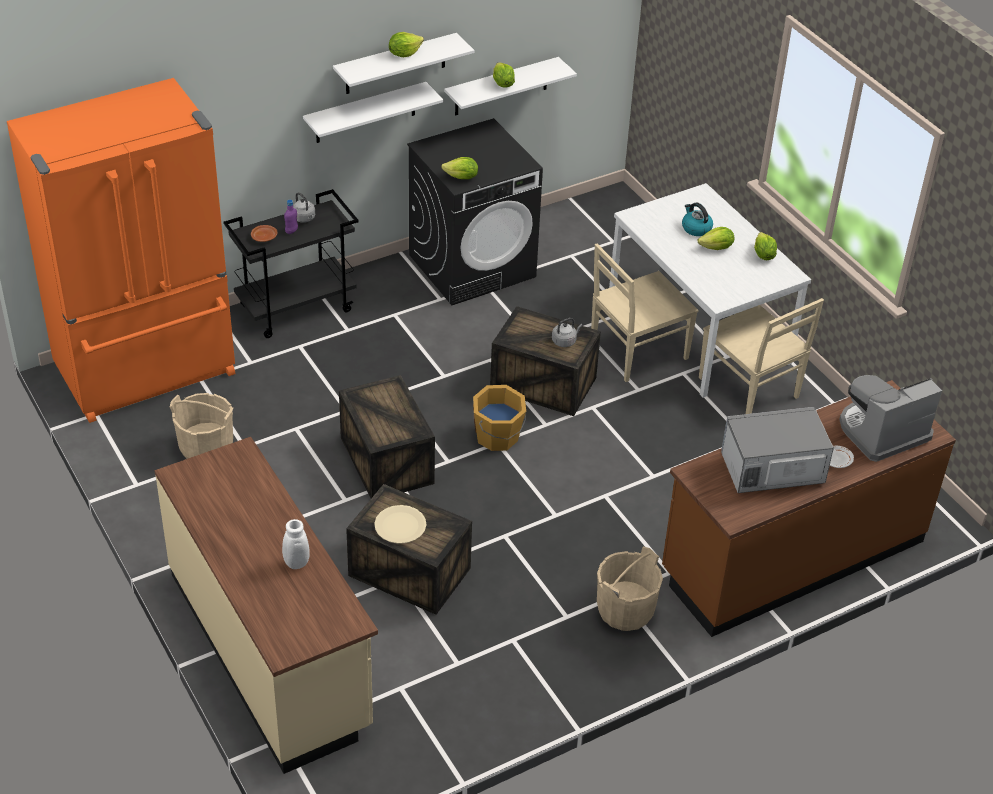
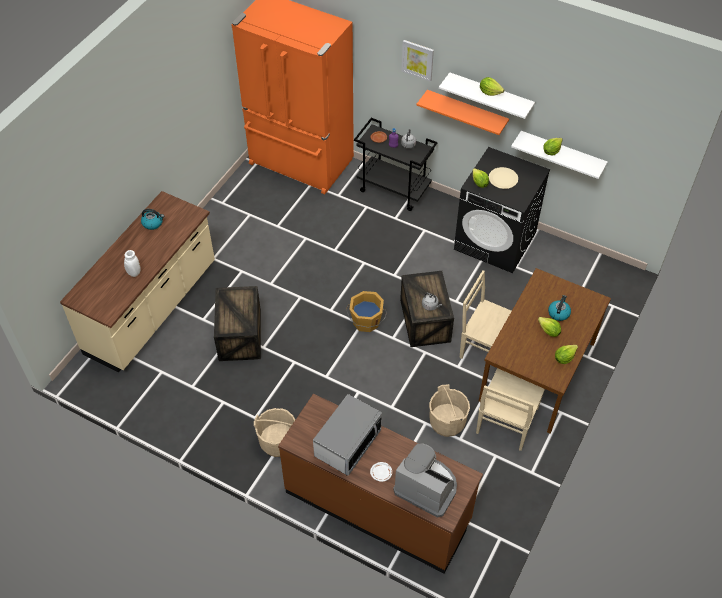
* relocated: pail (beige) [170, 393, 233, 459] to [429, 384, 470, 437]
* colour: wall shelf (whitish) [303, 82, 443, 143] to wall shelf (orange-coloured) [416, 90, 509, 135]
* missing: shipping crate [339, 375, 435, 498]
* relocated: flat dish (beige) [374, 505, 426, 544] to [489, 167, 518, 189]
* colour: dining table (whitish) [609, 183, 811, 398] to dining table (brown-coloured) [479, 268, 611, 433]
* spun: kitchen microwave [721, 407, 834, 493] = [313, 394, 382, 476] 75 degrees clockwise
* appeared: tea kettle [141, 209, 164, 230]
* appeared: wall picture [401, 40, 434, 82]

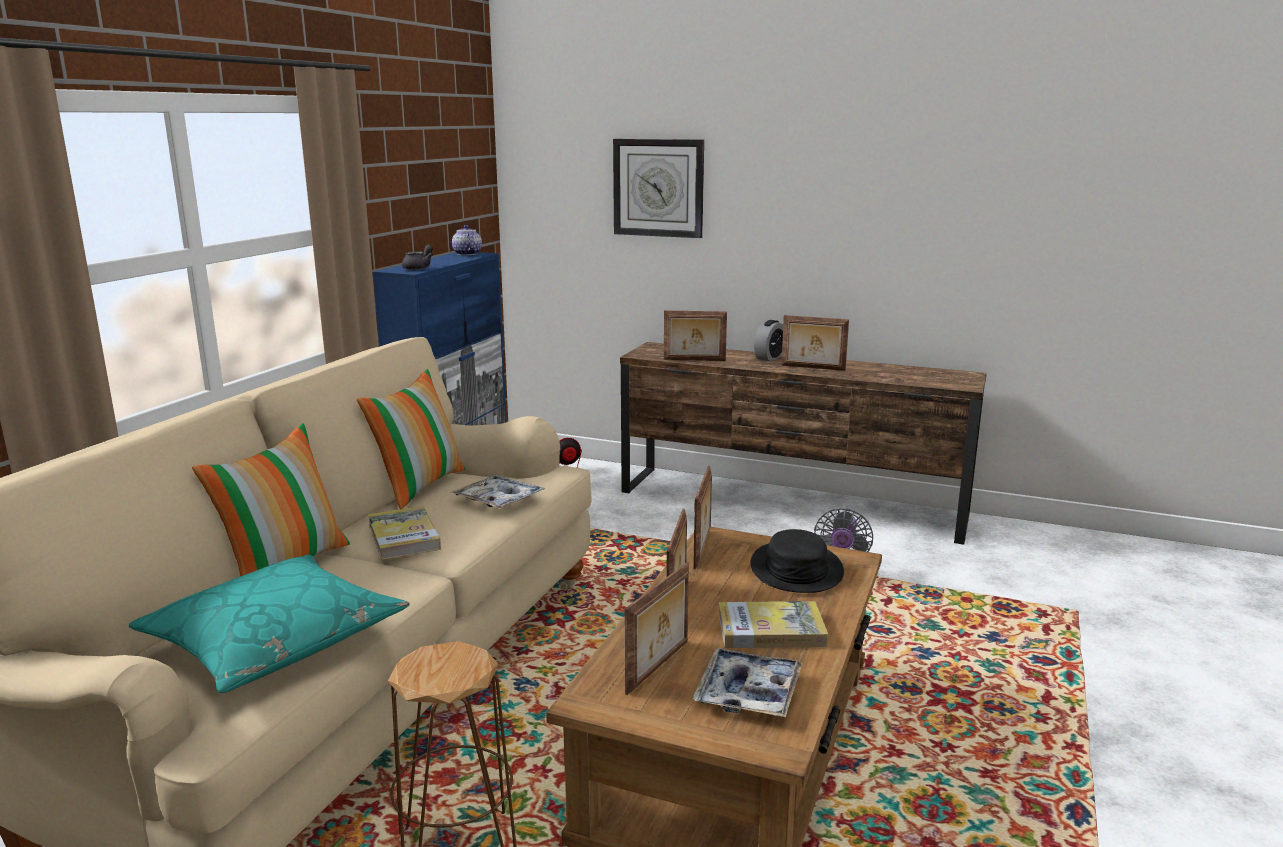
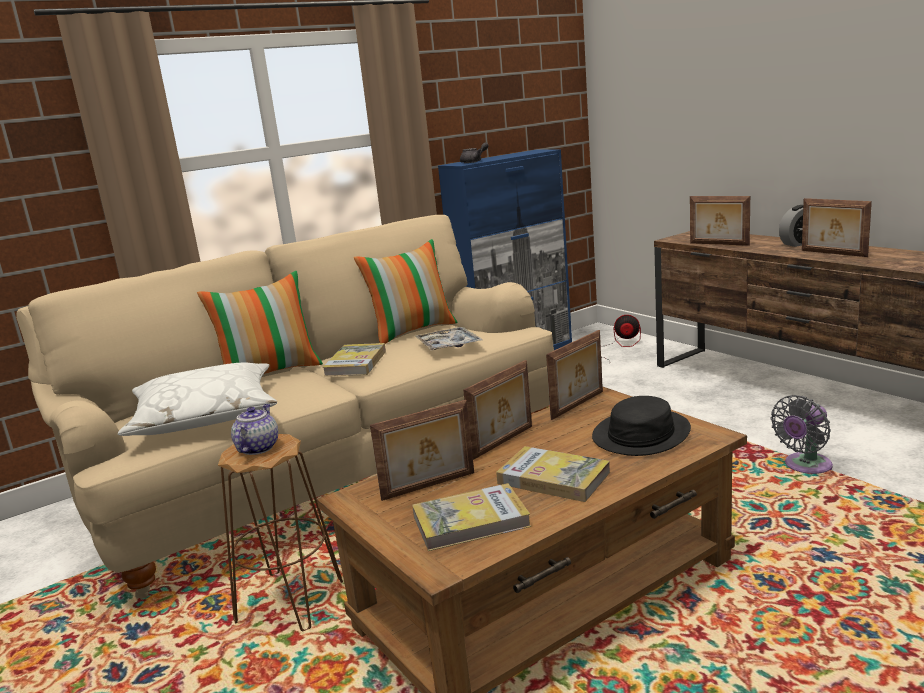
* colour: throw pillow (blue-green) [129, 555, 410, 693] to throw pillow (whitish) [118, 363, 278, 436]
* relocated: teapot [452, 225, 482, 255] to [231, 404, 278, 455]
* missing: clock on the wall [613, 139, 704, 238]
* exchanged: carrying tray [693, 648, 803, 717] to bound book [412, 483, 531, 551]

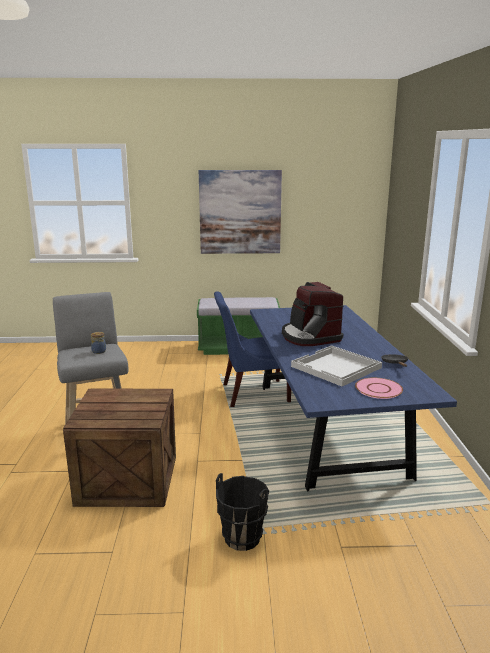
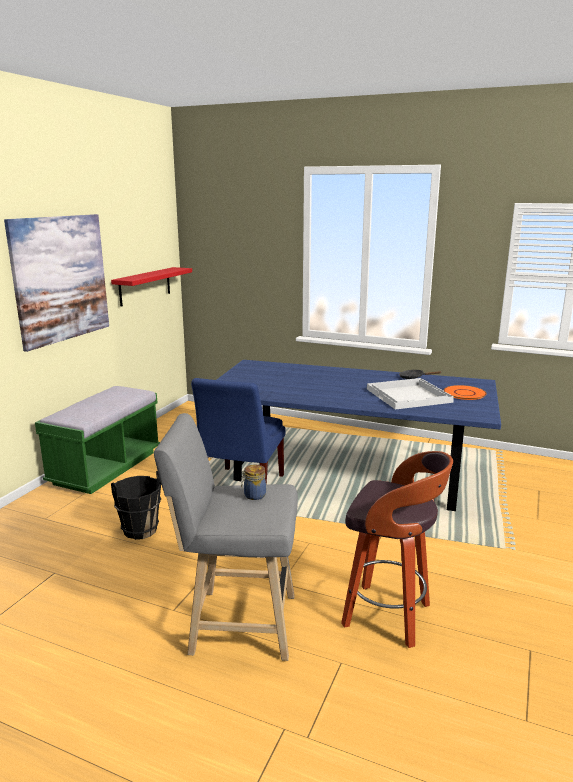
* exchanged: shipping crate [63, 388, 176, 507] to stool seat [341, 451, 453, 648]
* relocated: pail (blackish) [216, 473, 269, 551] to [111, 471, 161, 540]
* missing: coffee machine [282, 282, 344, 346]
* colour: flat dish (pinkish) [355, 378, 403, 399] to flat dish (orange-coloured) [444, 385, 486, 400]
* appeared: wall shelf (reddish) [111, 267, 192, 307]

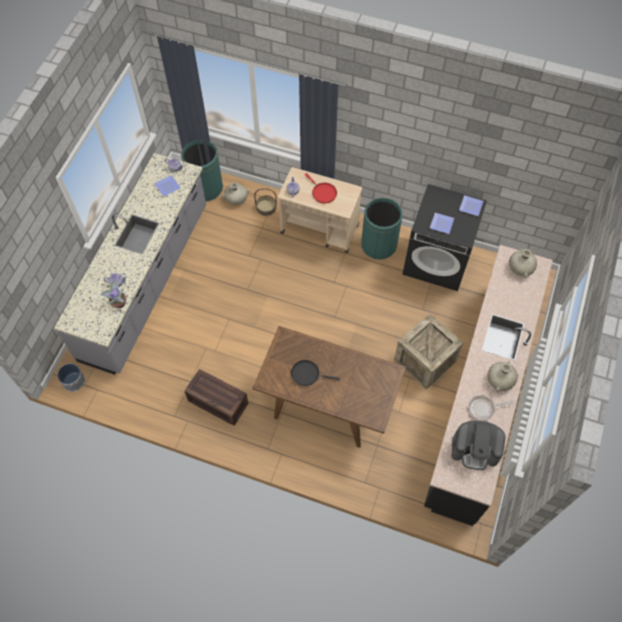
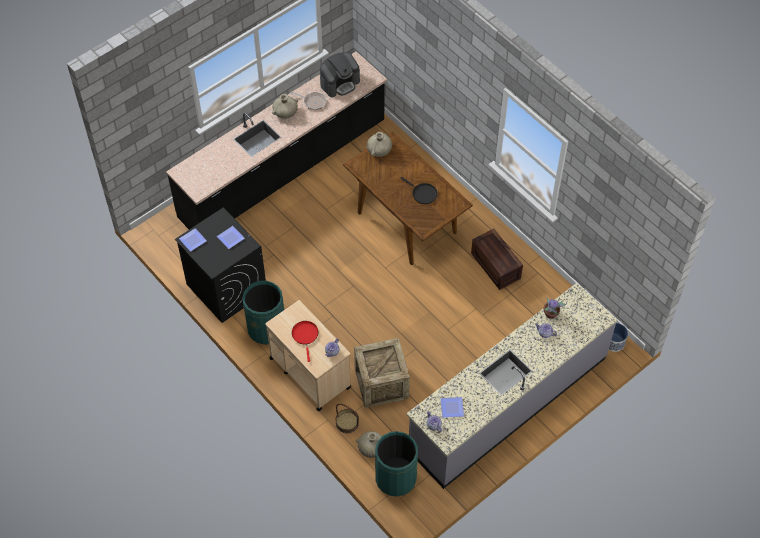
* relocated: shipping crate [394, 313, 463, 390] to [354, 338, 410, 408]
* spun: coffee machine [451, 420, 506, 470] = [320, 52, 360, 97] 105 degrees clockwise
* relocated: flower vase (beige) [509, 249, 537, 278] to [367, 132, 392, 157]

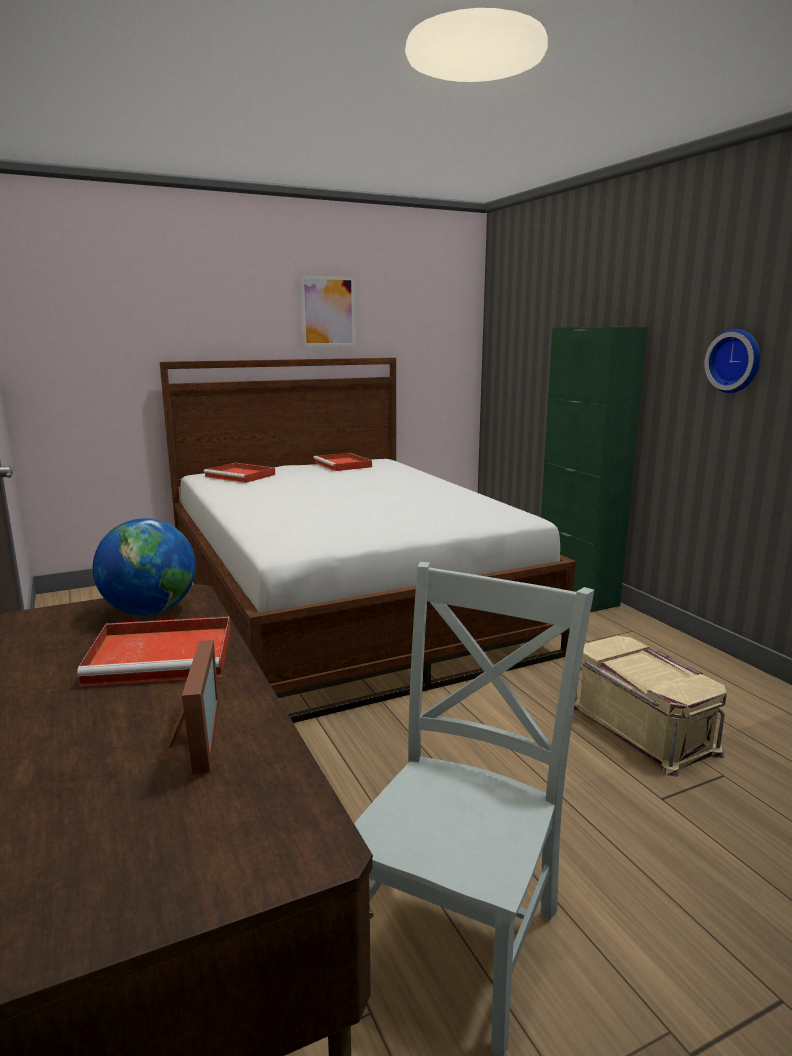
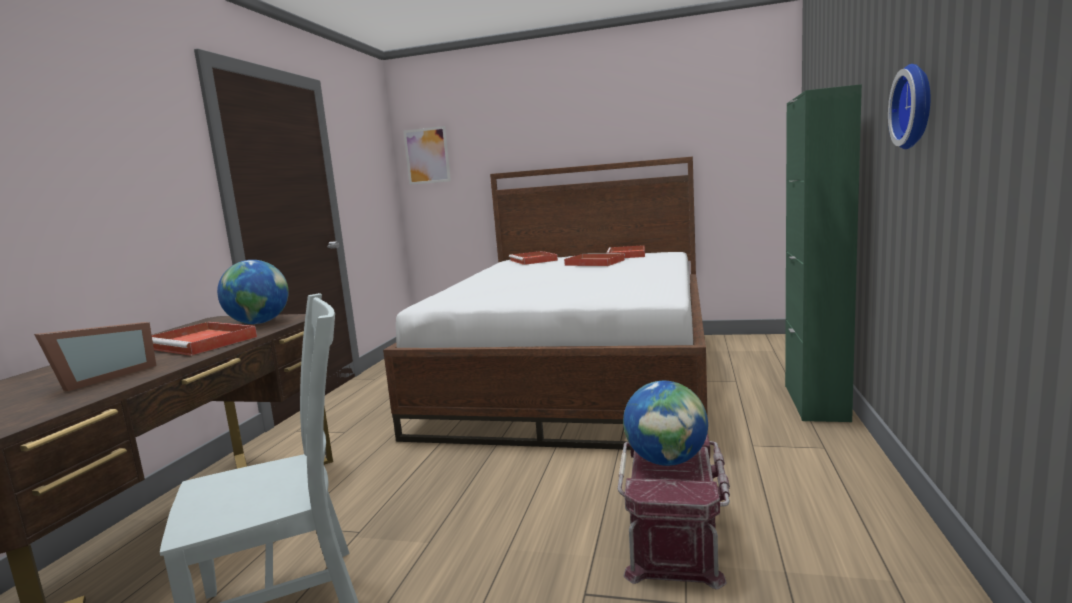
* relocated: wall picture [300, 275, 355, 346] to [403, 126, 451, 185]
* colour: storage box (beige) [574, 636, 727, 777] to storage box (reddish) [618, 433, 730, 589]
* appeared: carrying tray (reddish) [564, 253, 625, 266]
* appeared: desk globe [623, 381, 708, 466]

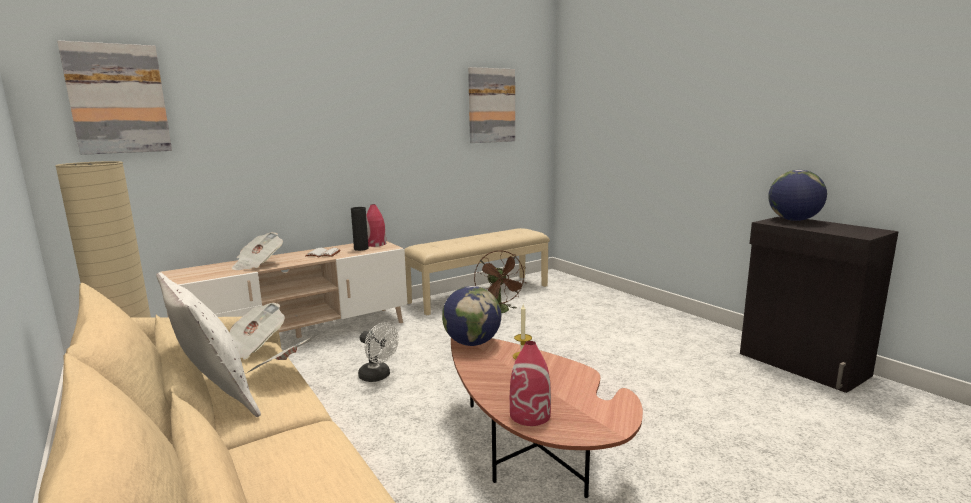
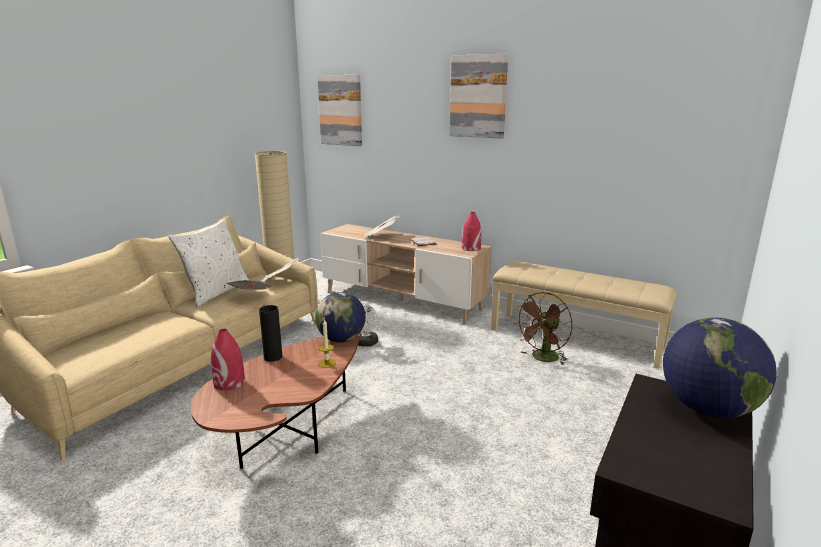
* relocated: flower vase (blackish) [351, 207, 369, 251] to [259, 305, 282, 362]
* relocated: wall picture [468, 67, 515, 143] to [449, 54, 508, 138]

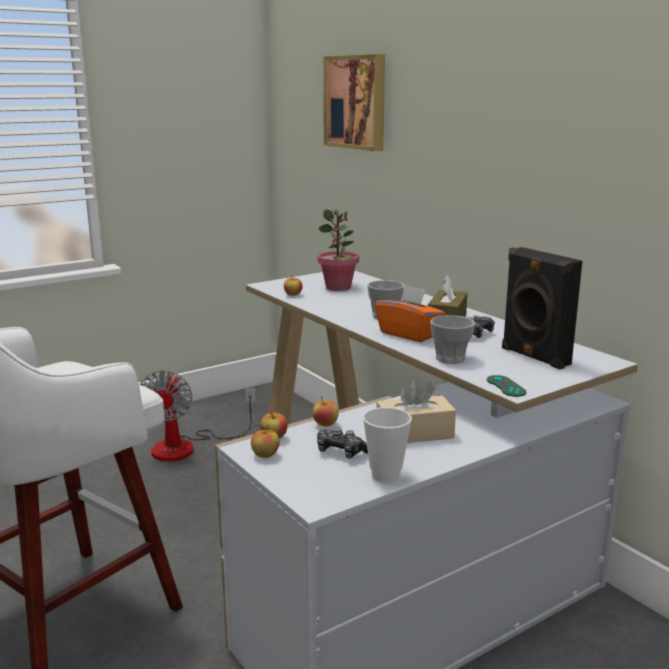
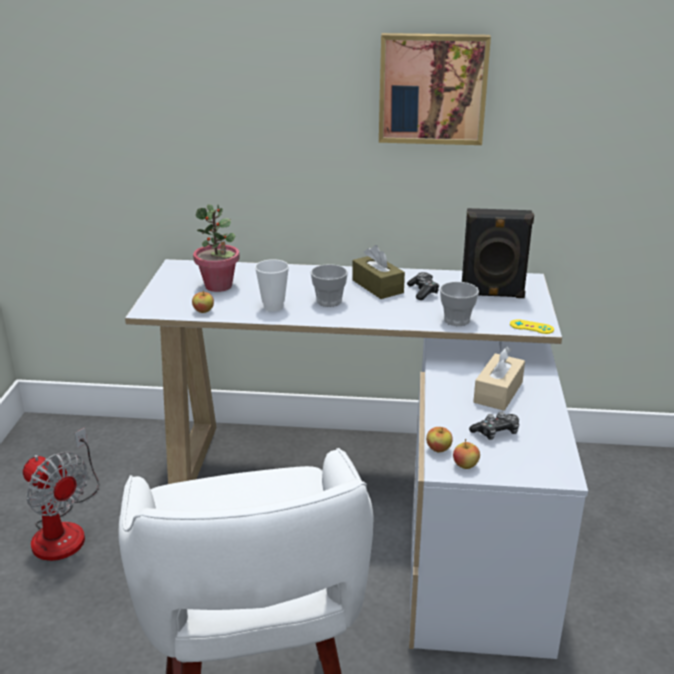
* missing: apple [313, 397, 339, 427]
* relocated: wall picture [323, 54, 385, 151] to [379, 33, 491, 145]
* relocated: small cup [363, 407, 412, 483] to [255, 259, 289, 312]
* missing: tissue holder (orange-coloured) [375, 285, 445, 342]
* colour: gamepad (greenish) [487, 375, 526, 397] to gamepad (yellow) [510, 319, 554, 334]

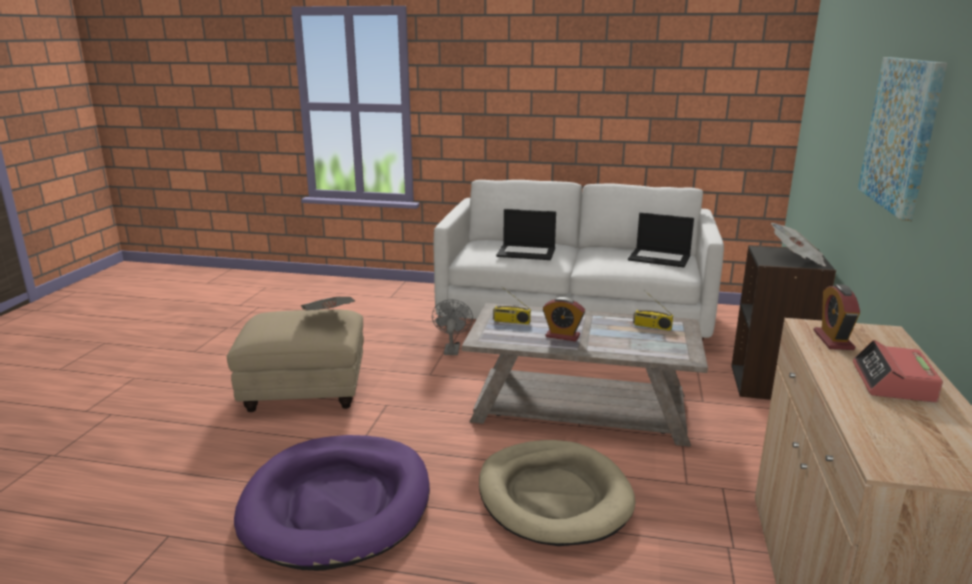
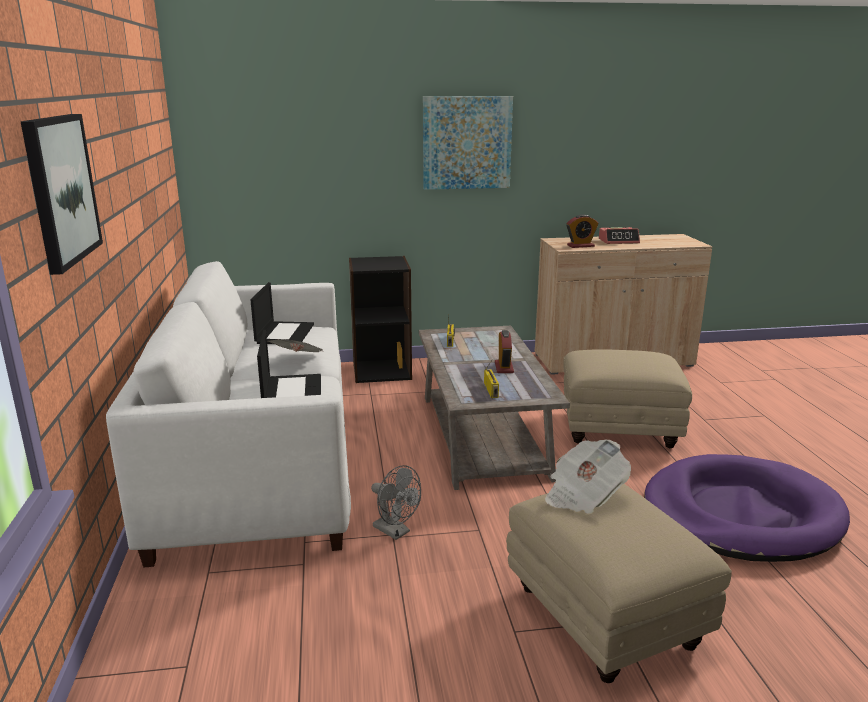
* spun: fan (gray) [432, 299, 473, 355] = [371, 465, 421, 540] 120 degrees counterclockwise
* exchanged: dog cushion (beige) [479, 440, 636, 546] to ottoman (beige) [563, 349, 692, 448]
* relocated: newspaper [771, 223, 826, 266] to [267, 339, 323, 352]
* appeared: wall picture [20, 114, 103, 275]

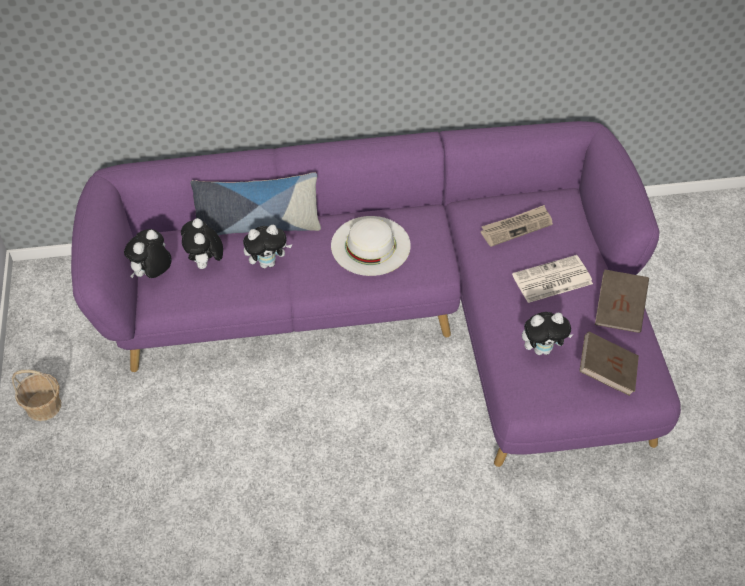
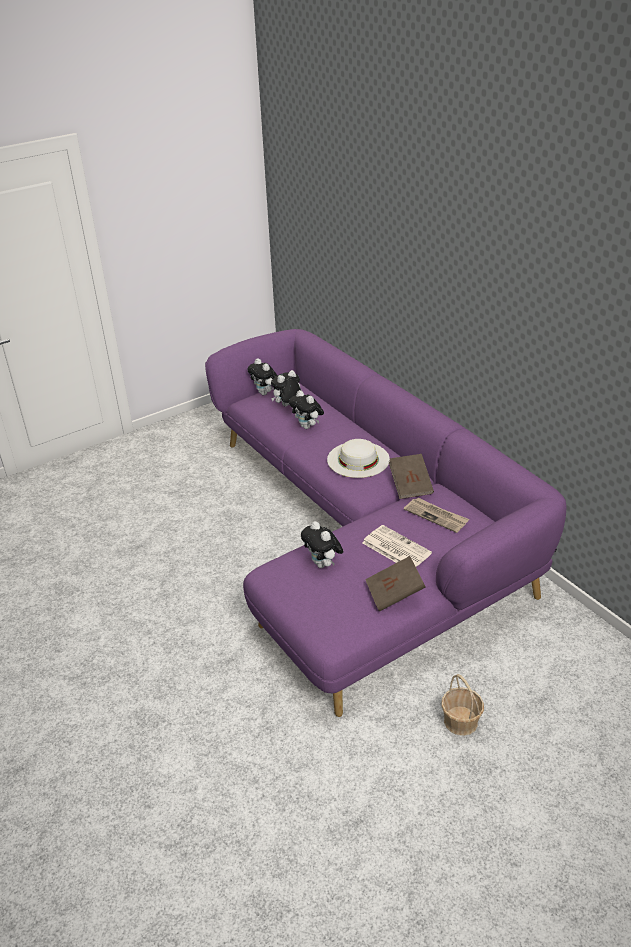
* relocated: household basket [12, 370, 61, 421] to [441, 674, 484, 736]
* spun: cuddly toy [124, 229, 171, 278] = [247, 358, 277, 395] 135 degrees counterclockwise
* missing: throw pillow [191, 172, 321, 235]
* relocated: bound book (brown-coloured) [579, 332, 639, 396] to [389, 454, 434, 499]

